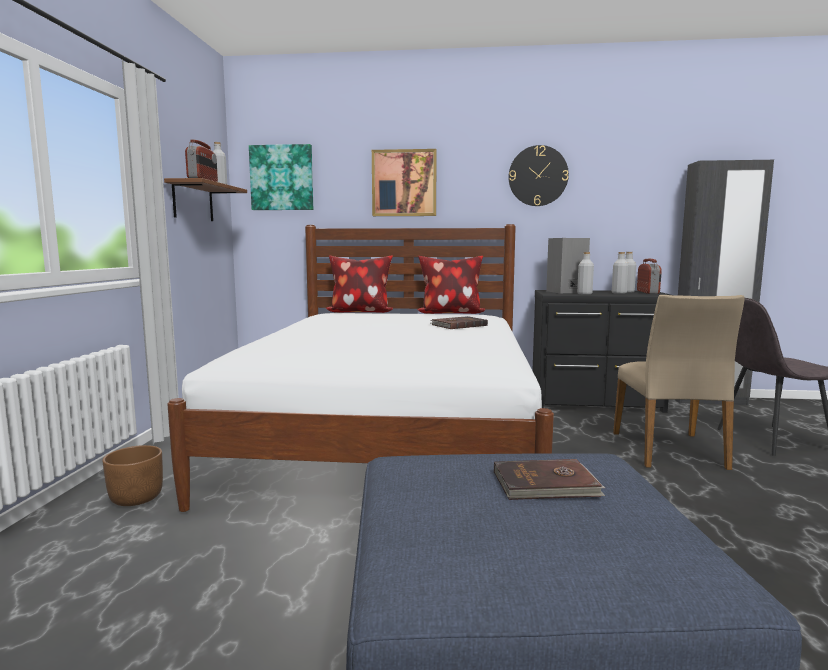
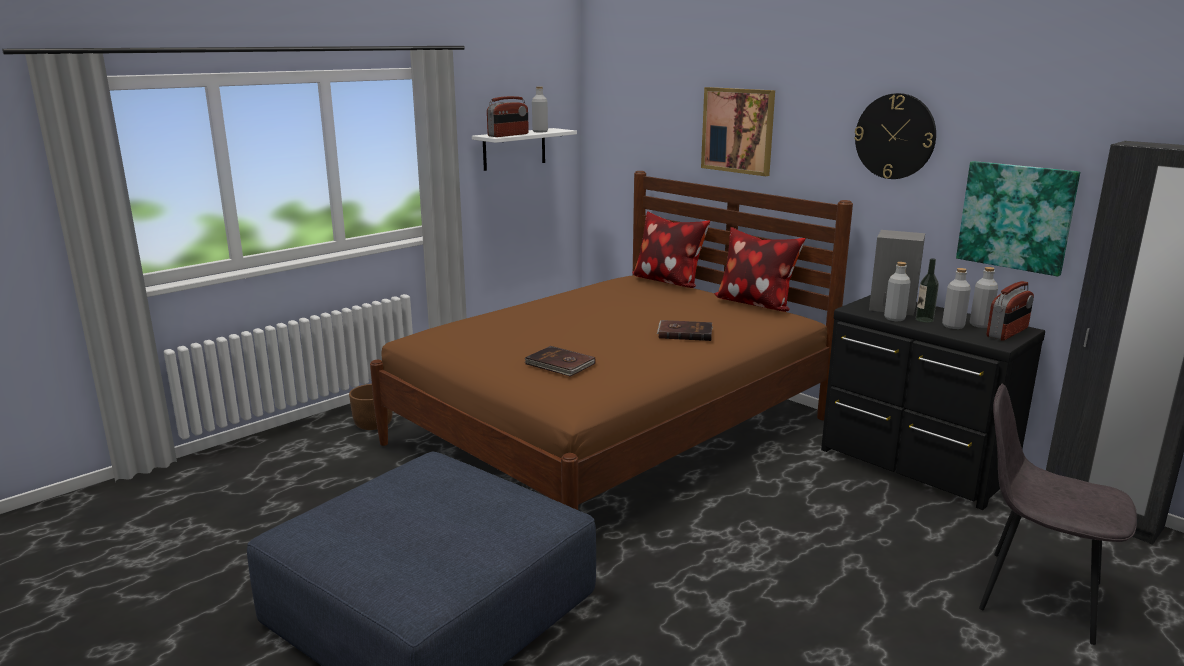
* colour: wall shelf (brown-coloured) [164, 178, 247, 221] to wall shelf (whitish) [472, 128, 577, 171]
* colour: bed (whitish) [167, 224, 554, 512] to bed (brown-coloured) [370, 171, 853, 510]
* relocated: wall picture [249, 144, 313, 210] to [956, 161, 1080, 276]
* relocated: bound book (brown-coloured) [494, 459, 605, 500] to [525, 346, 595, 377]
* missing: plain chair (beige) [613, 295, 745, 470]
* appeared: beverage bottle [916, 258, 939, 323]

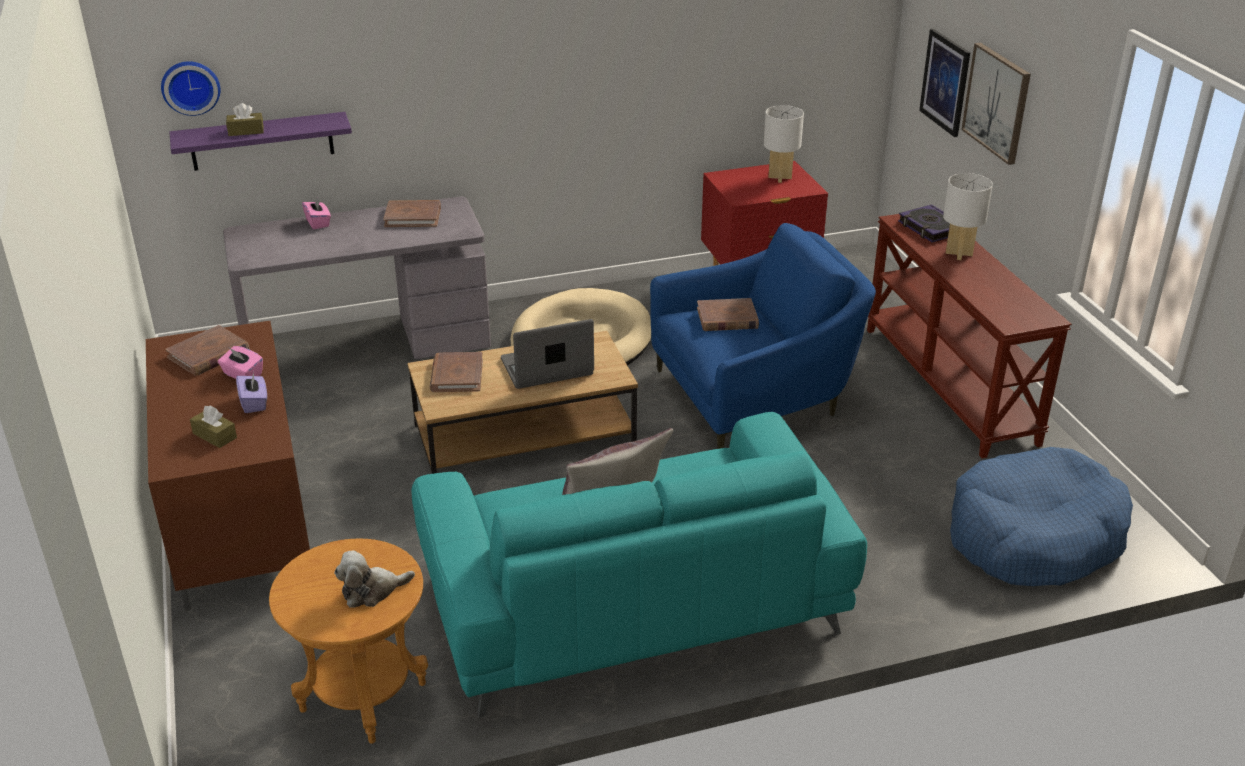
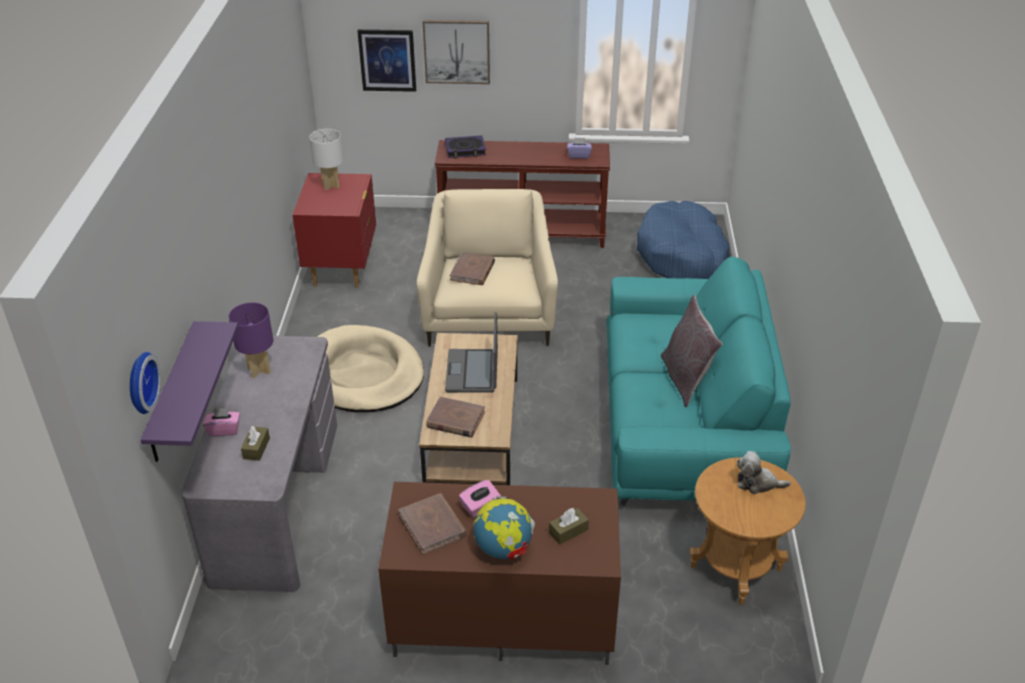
* relocated: tissue holder (brown-coloured) [226, 103, 264, 136] to [241, 426, 270, 461]
* relocated: tissue holder (purple) [236, 372, 267, 413] to [567, 138, 592, 159]
* spun: cuddly toy [334, 551, 415, 608] = [737, 451, 791, 494] 105 degrees clockwise
* exchanged: bound book (brown-coloured) [383, 200, 441, 227] to tabletop lamp (purple) [229, 302, 273, 378]
* colour: lounge chair (blue) [650, 223, 876, 449] to lounge chair (beige) [417, 189, 558, 347]
* missing: tabletop lamp (whitish) [943, 173, 993, 260]
* appeared: desk globe [474, 495, 535, 559]

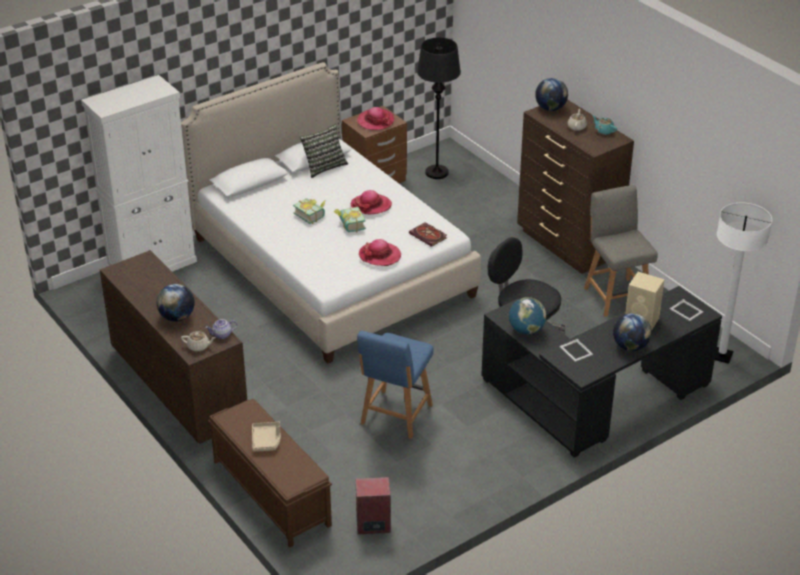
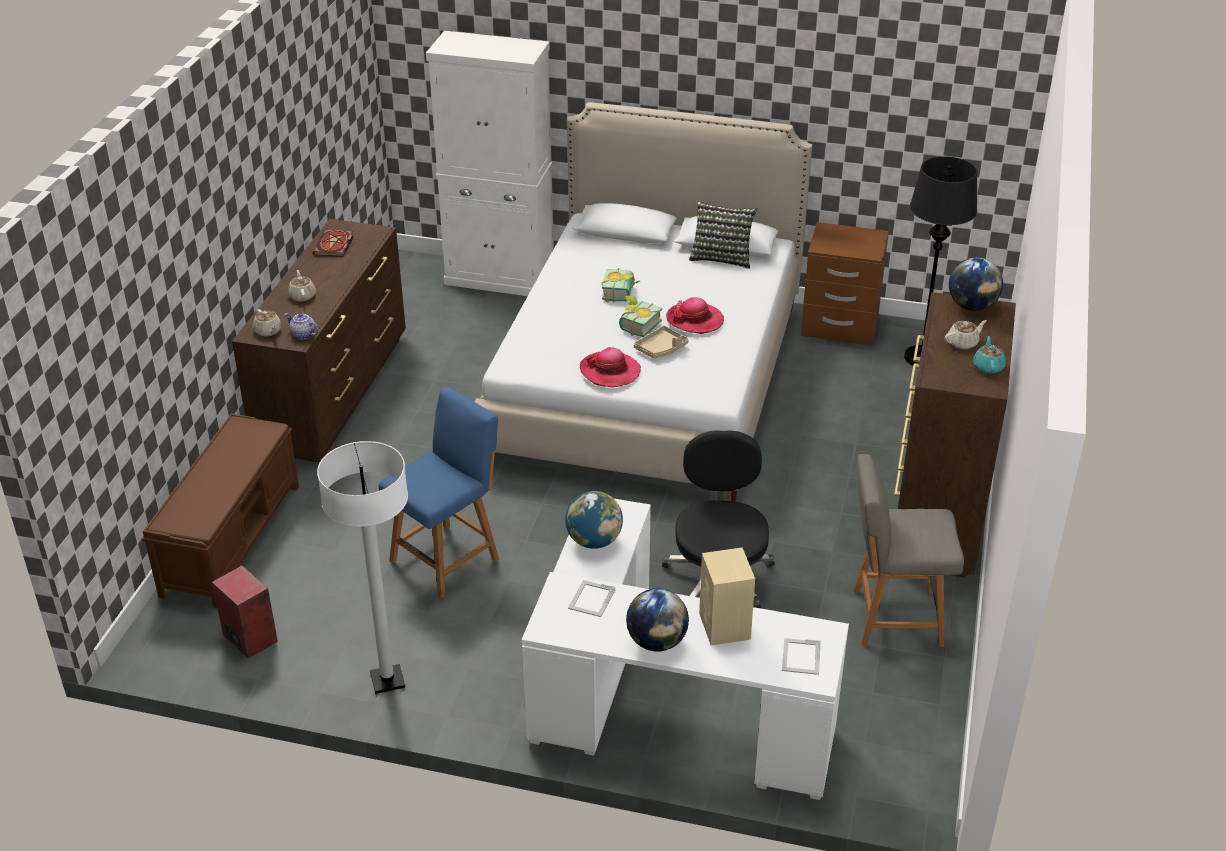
* exchanged: desk globe [156, 284, 194, 322] to teapot (beige) [288, 270, 316, 302]
* relocated: carrying tray (beige) [252, 422, 281, 452] to [634, 326, 689, 358]
* missing: clothing hat [357, 107, 394, 130]
* spun: plain chair (blue) [357, 331, 433, 439] = [378, 387, 499, 598] 150 degrees clockwise
* relocated: bound book [409, 222, 447, 247] to [312, 230, 354, 257]
* colour: desk unit (blackish) [481, 286, 722, 458] to desk unit (whitish) [522, 499, 849, 800]
* spun: plain chair (gray) [584, 185, 658, 317] = [853, 454, 964, 648] 120 degrees counterclockwise
* relocated: standing lamp (whitish) [715, 203, 772, 364] to [317, 441, 408, 694]

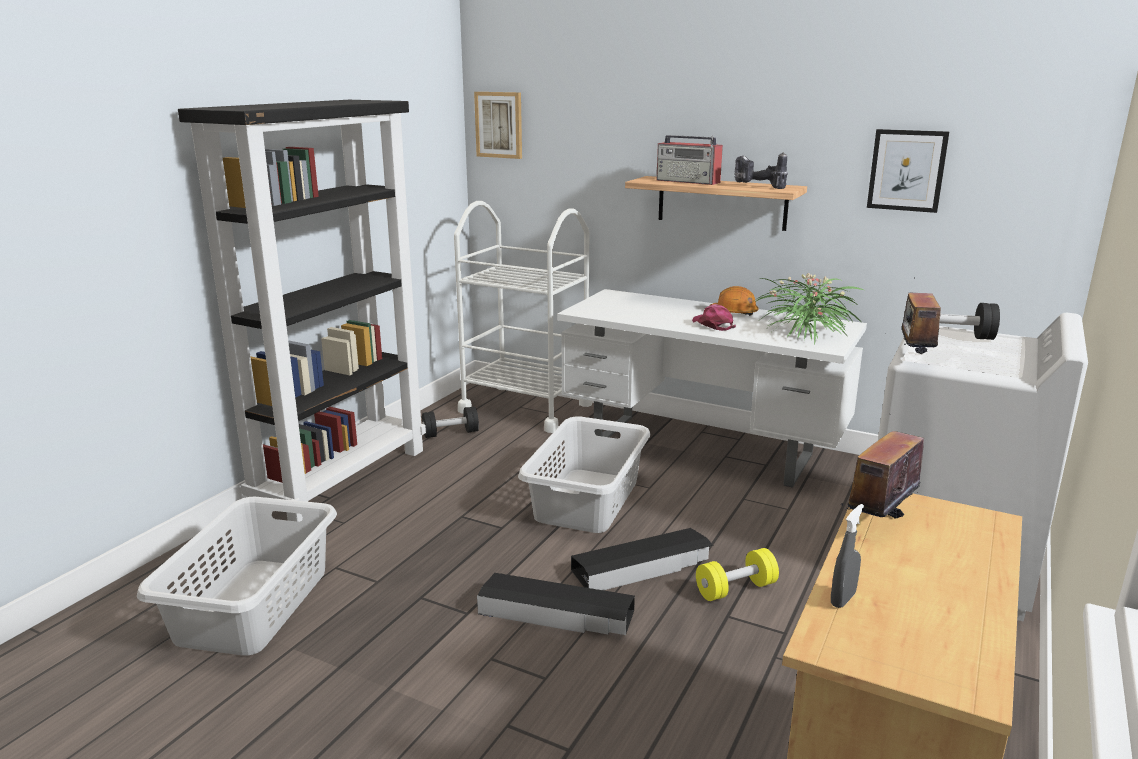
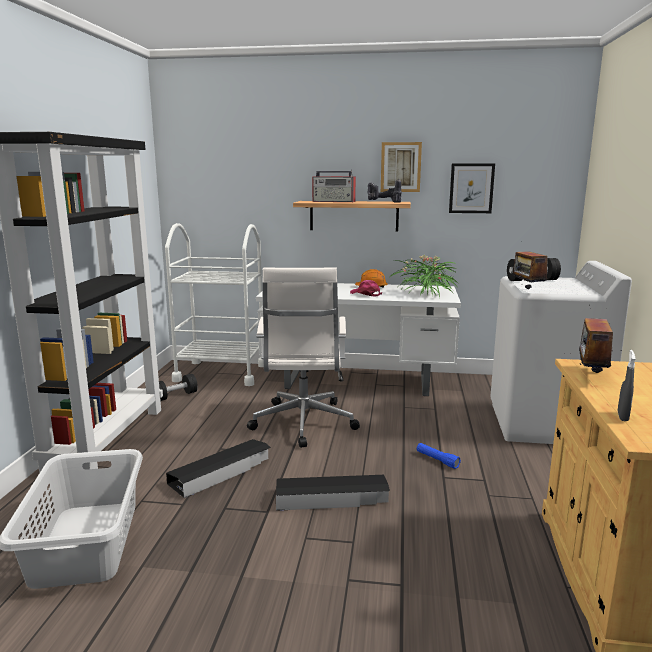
* relocated: wall picture [474, 92, 522, 159] to [381, 142, 422, 192]
* exchanged: washing basket (gray) [518, 416, 650, 533] to computer chair (whitish) [247, 267, 360, 448]
* relocated: storage box (blackish) [571, 528, 713, 590] to [166, 439, 271, 498]
* exchanged: dumbbell (yellow) [696, 548, 779, 601] to torch (blue) [417, 443, 461, 469]

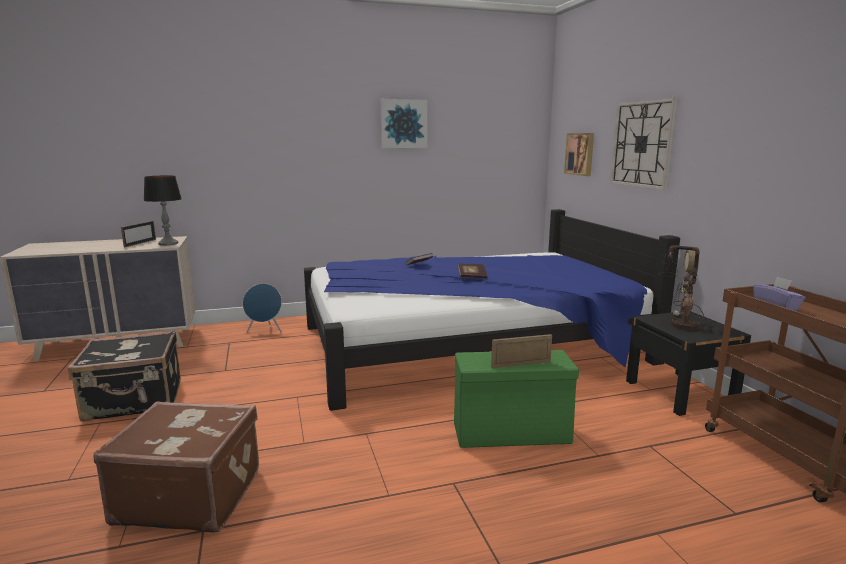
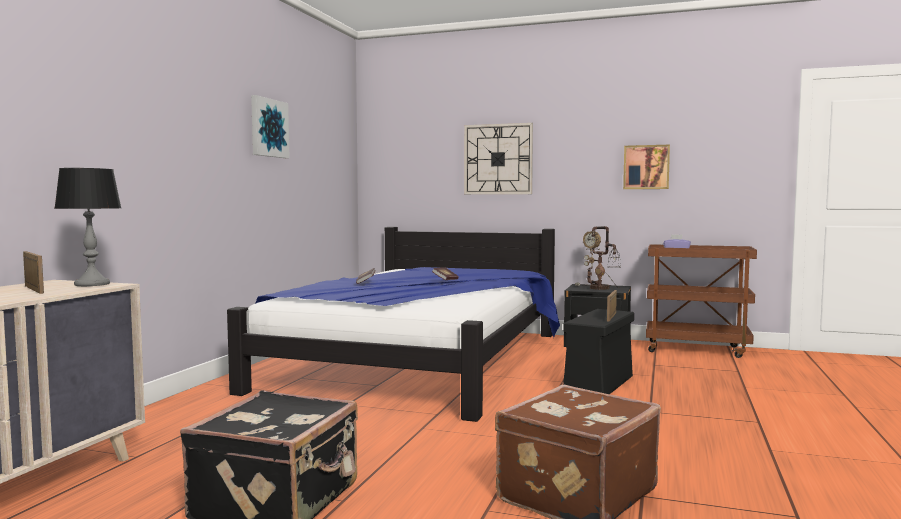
* missing: audio speaker (blue) [243, 283, 282, 333]
* colour: storage box (greenish) [454, 350, 579, 448] to storage box (blackish) [563, 309, 634, 394]
* relocated: wall picture [564, 133, 594, 176] to [623, 145, 670, 189]

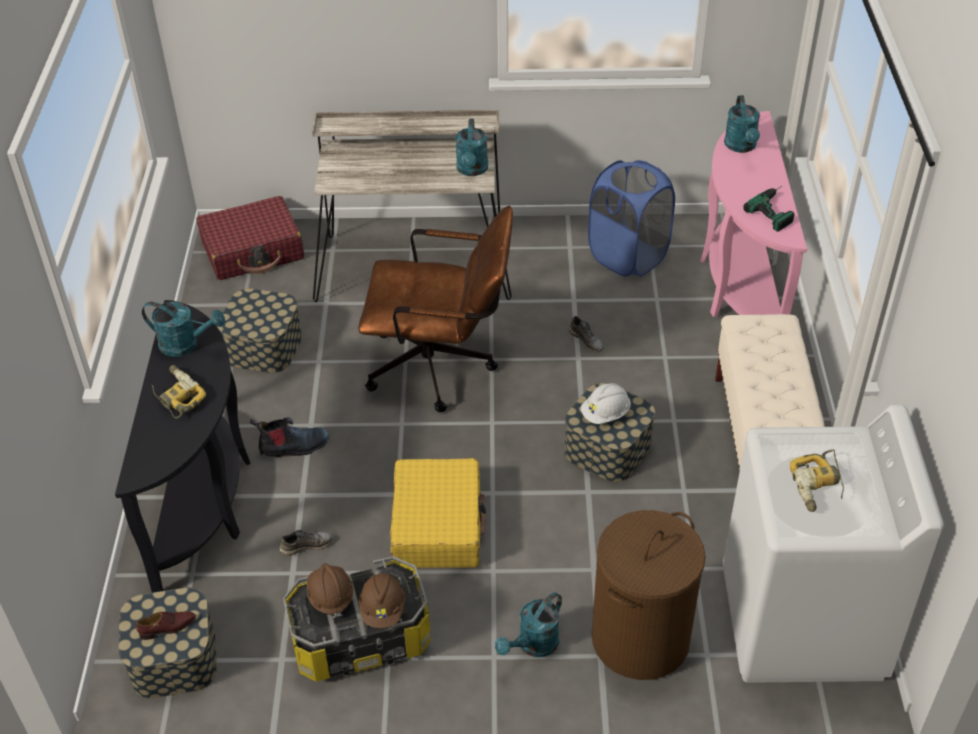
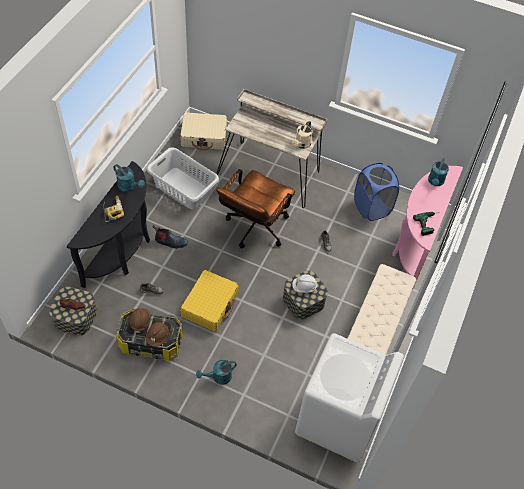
* colour: piece of luggage (reddish) [196, 196, 304, 280] to piece of luggage (beige) [180, 112, 227, 150]
* exchanged: storage box [217, 288, 302, 373] to washing basket (gray) [147, 147, 219, 209]
* spun: computer chair (brown-coloured) [358, 206, 513, 412] = [216, 169, 295, 248] 90 degrees clockwise
* colour: sprinkling can (blue-green) [455, 119, 488, 176] to sprinkling can (beige) [292, 120, 313, 149]
* missing: washing basket (brown-coloured) [592, 510, 706, 680]
* missing: electric drill [790, 449, 844, 512]

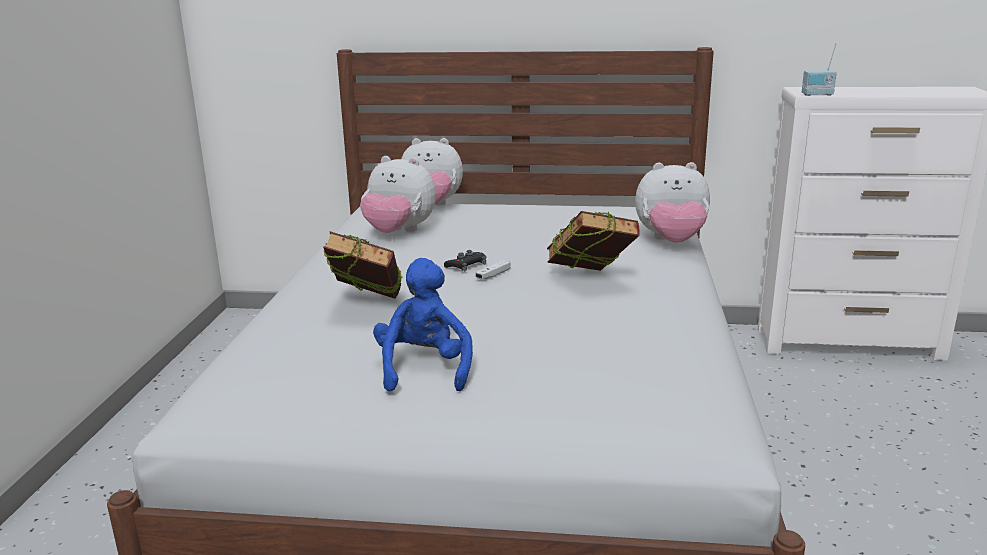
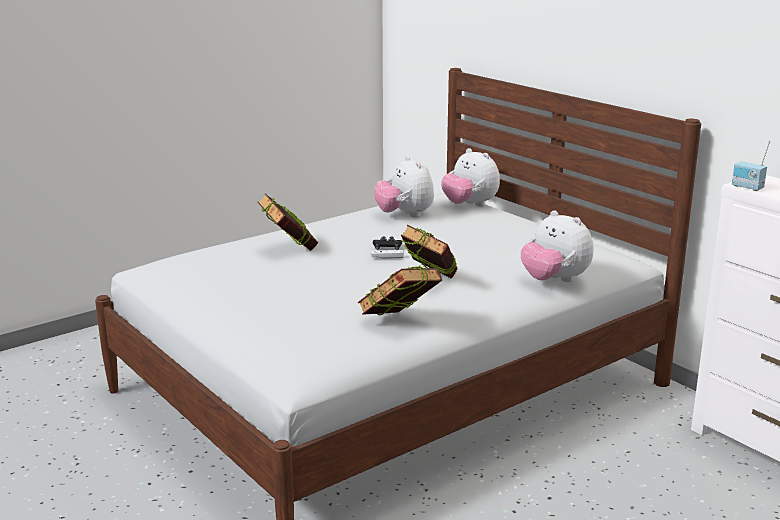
* missing: cuddly toy (blue) [373, 258, 473, 392]
* appeared: bound book [358, 266, 442, 315]

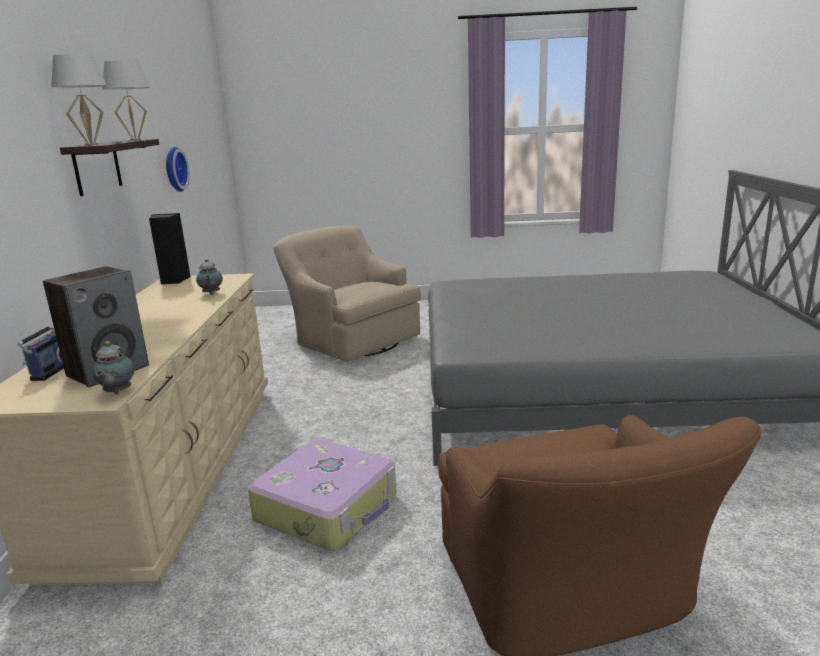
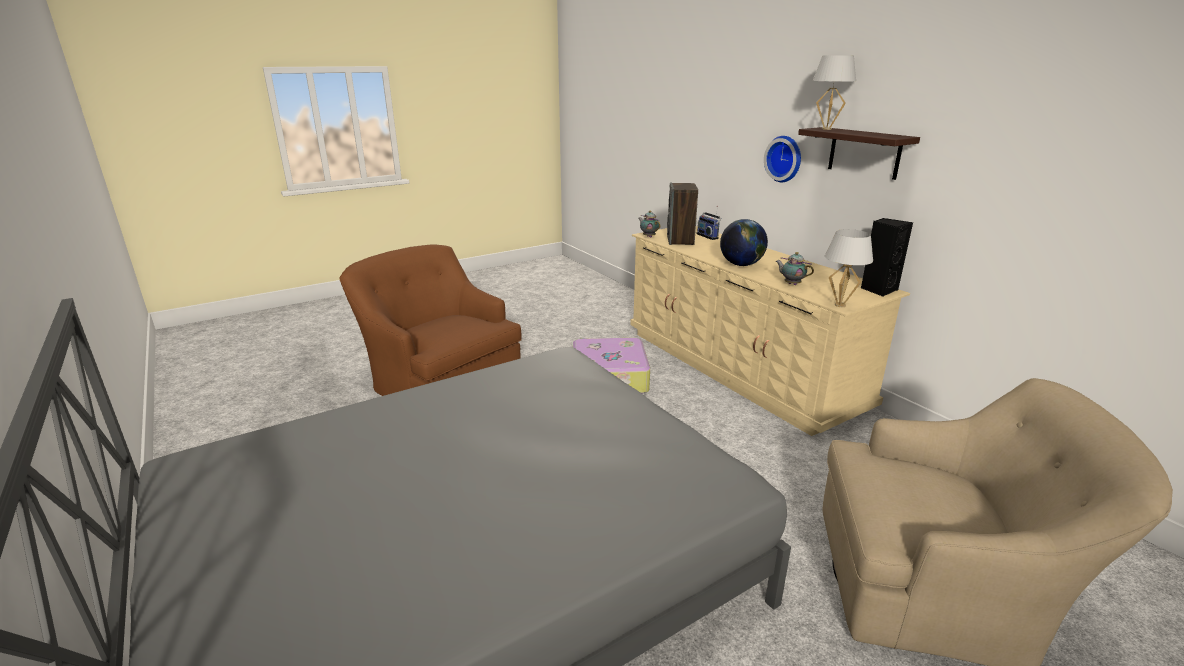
* relocated: tabletop lamp (whitish) [102, 60, 150, 140] to [825, 229, 873, 307]
* relocated: clock on the wall [166, 147, 190, 192] to [764, 136, 801, 182]
* appeared: desk globe [720, 219, 768, 266]

